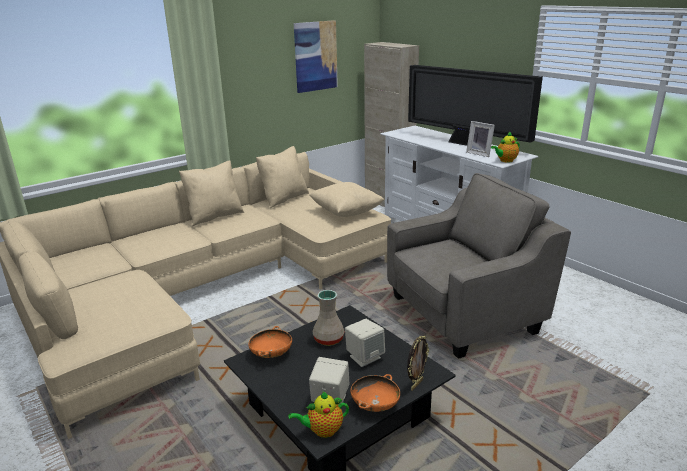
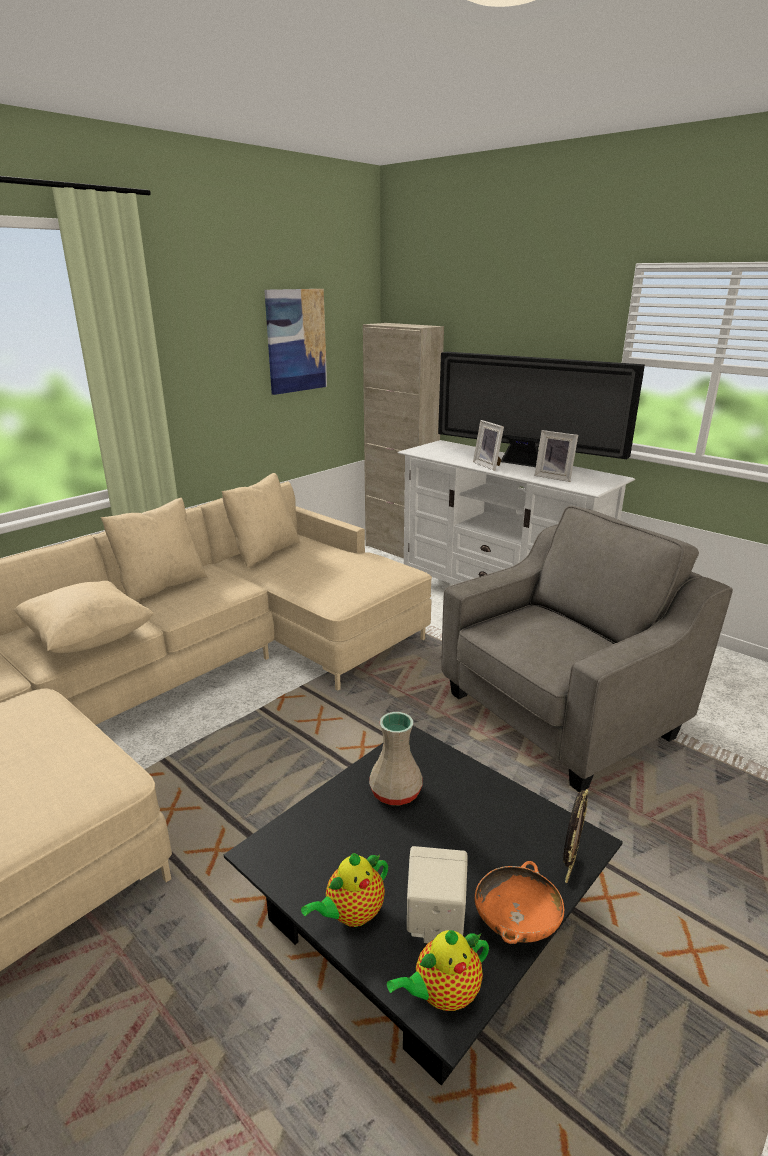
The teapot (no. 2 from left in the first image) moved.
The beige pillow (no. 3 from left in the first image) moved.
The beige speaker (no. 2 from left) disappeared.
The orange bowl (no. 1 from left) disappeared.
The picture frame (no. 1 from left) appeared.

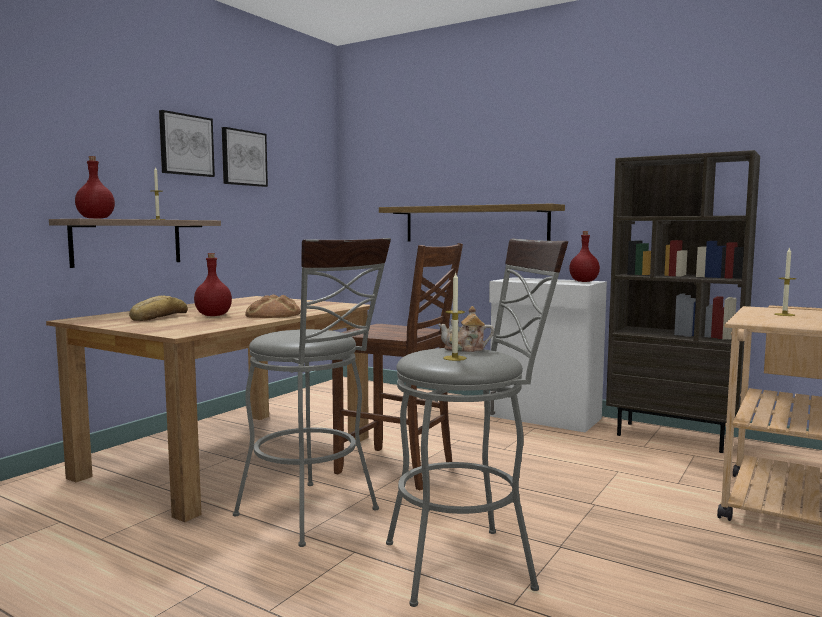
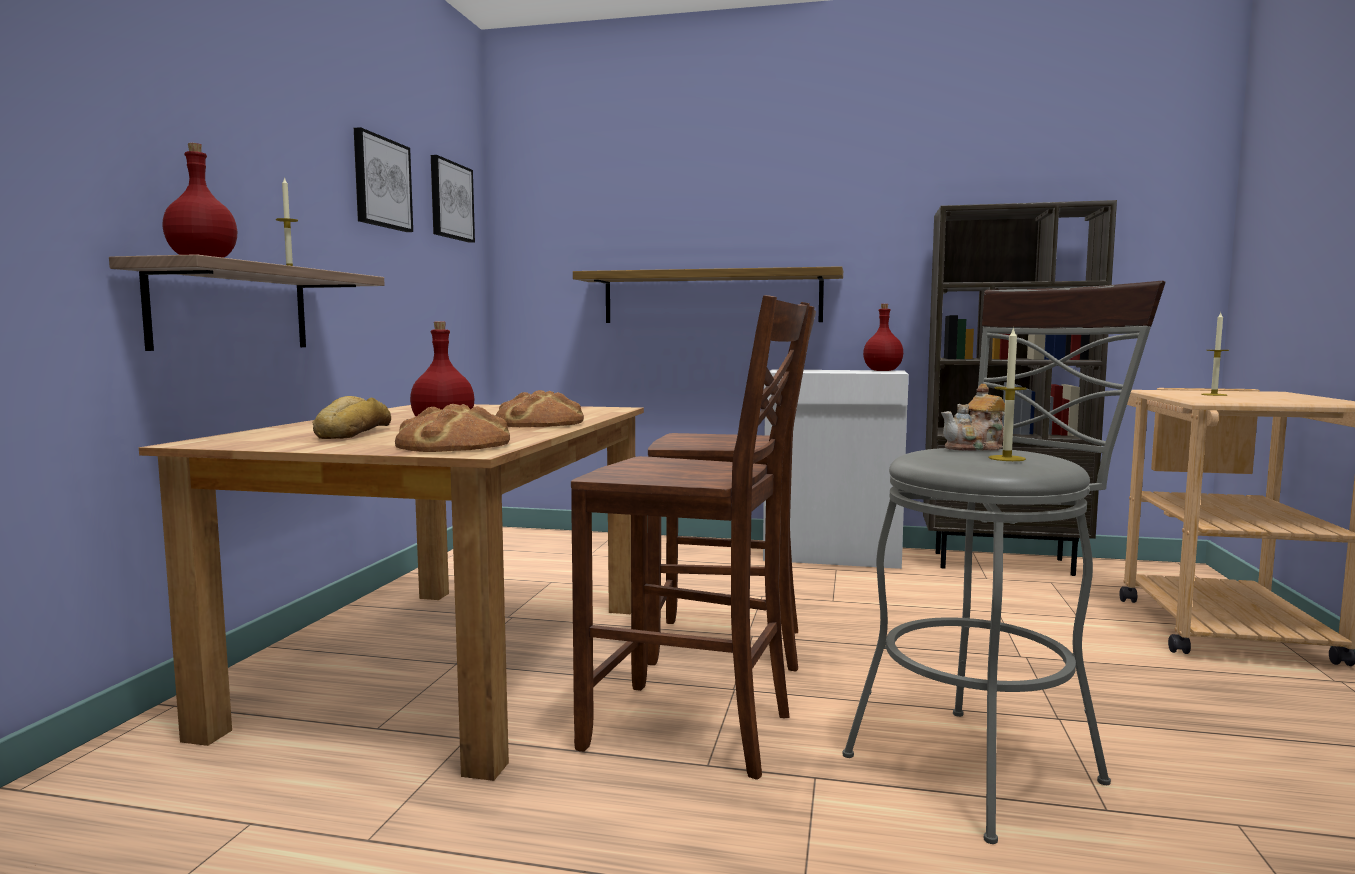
The picture (no. 1 from left in the first image) moved.
The grey stool (no. 1 from left) was replaced by the brown chair (no. 1 from left).
The bread (no. 2 from left) appeared.

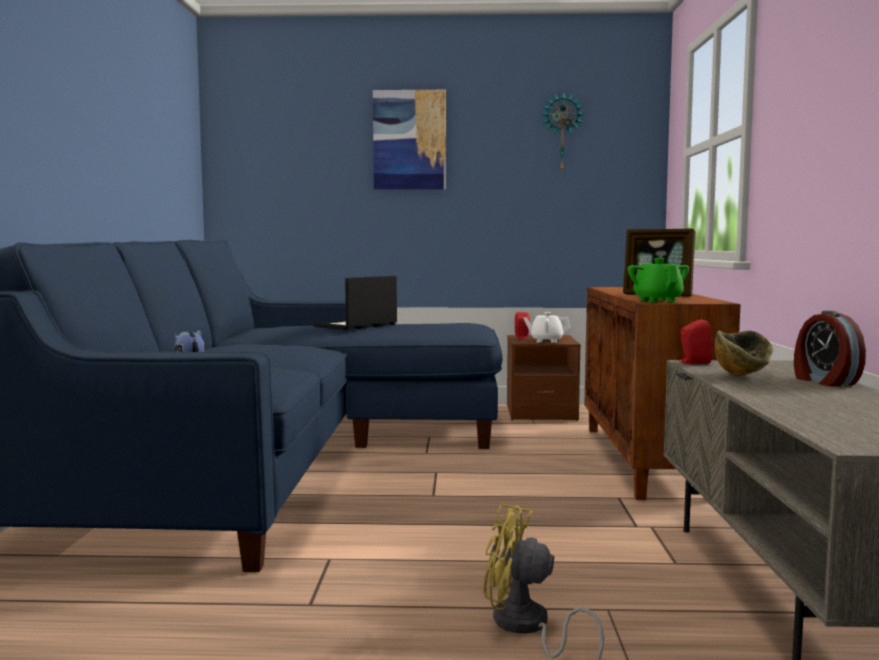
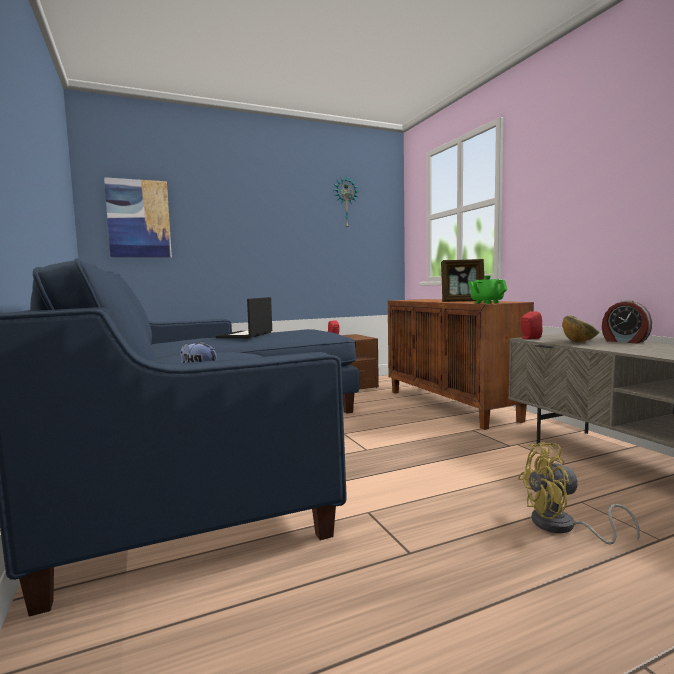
The picture moved.
The white teapot disappeared.

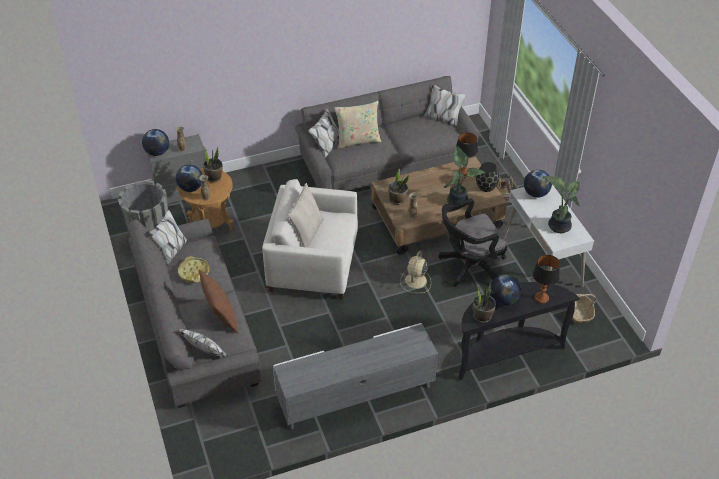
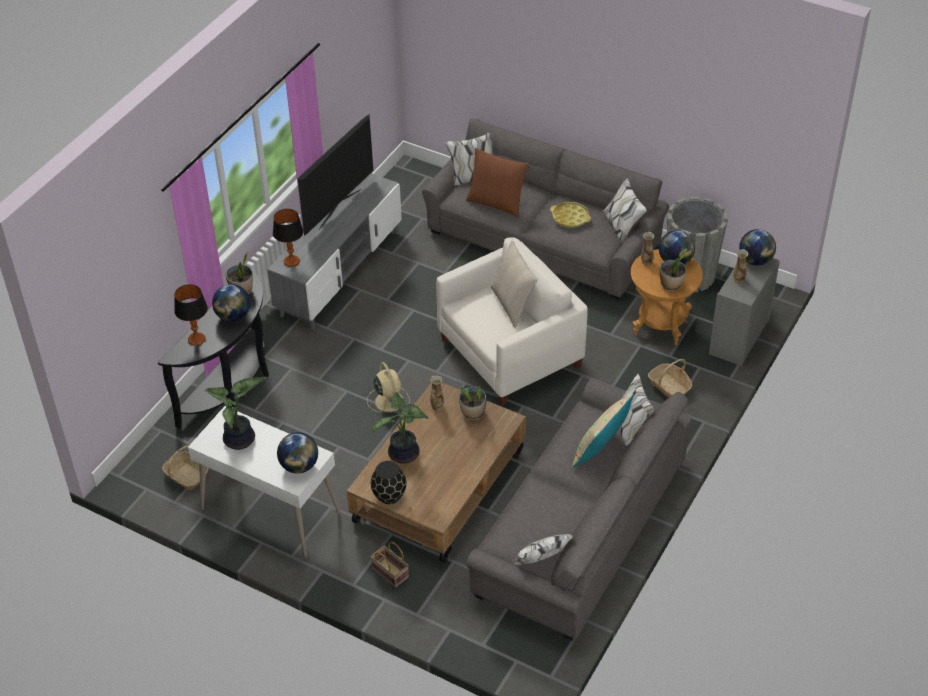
The table lamp (no. 1 from left in the first image) moved.
The black office chair disappeared.
The television appeared.
The basket (no. 3 from left) appeared.

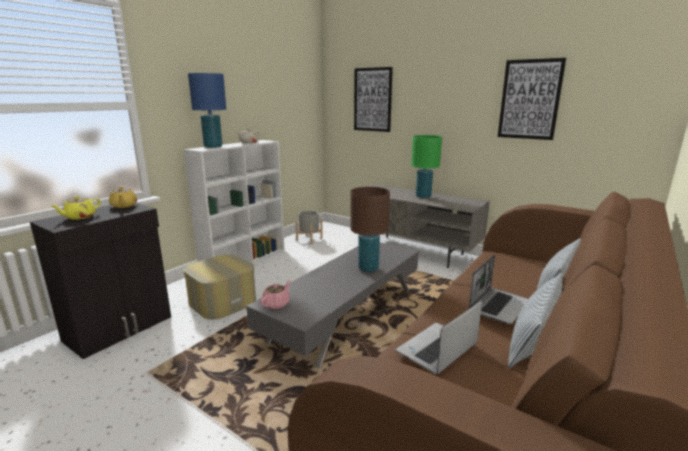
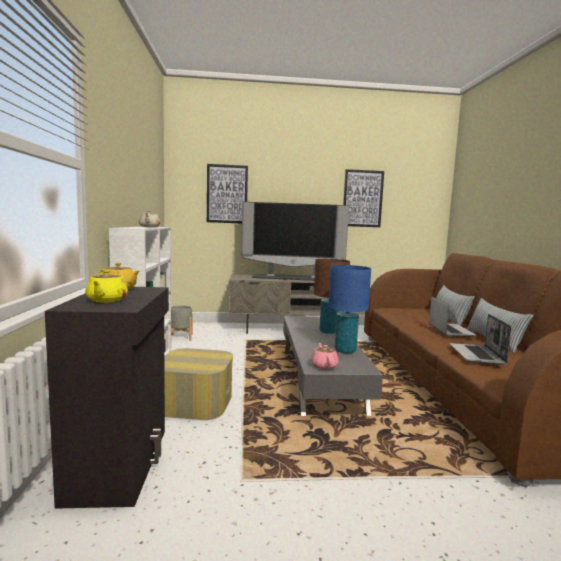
The blue table lamp moved.
The green table lamp was replaced by the television.

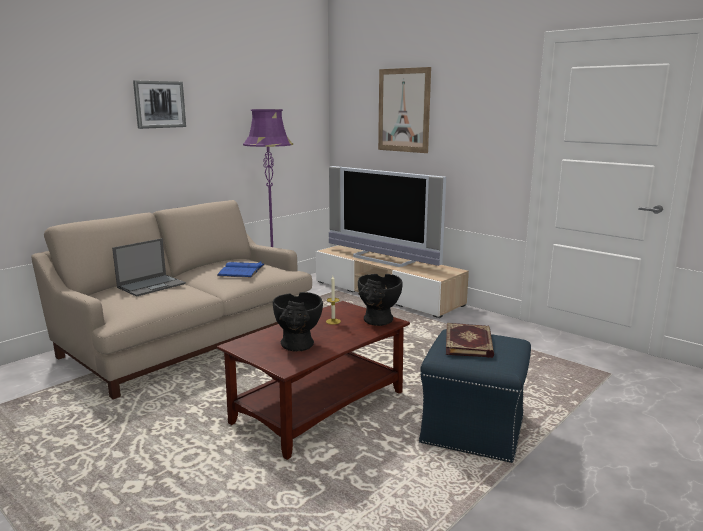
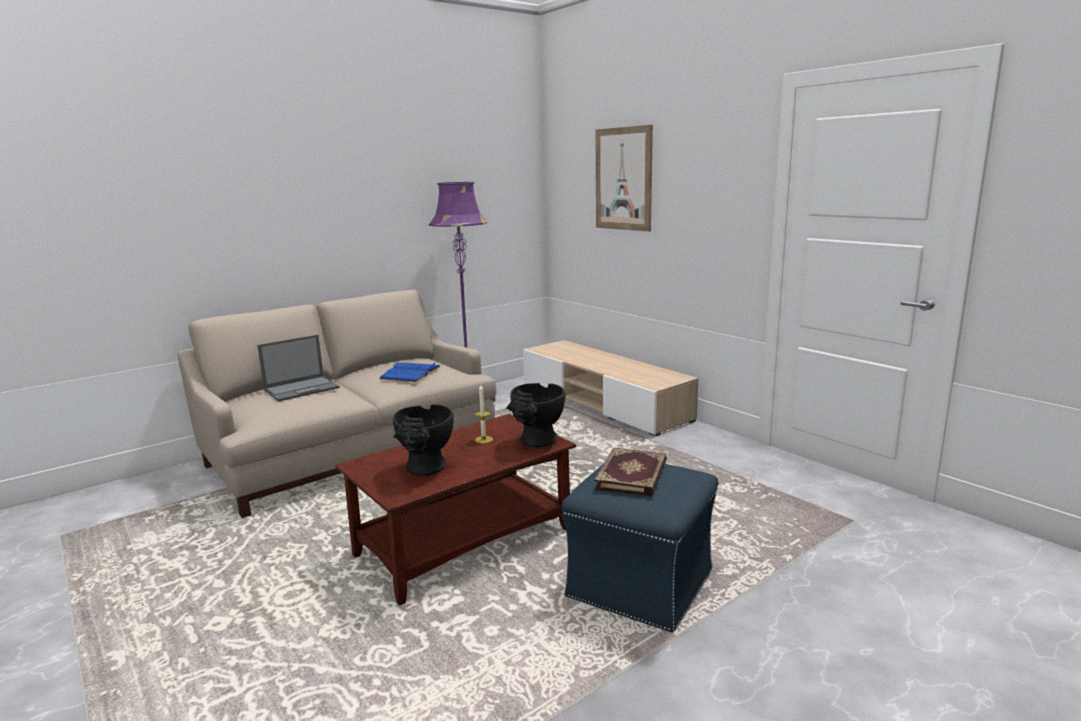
The picture (no. 1 from left) disappeared.
The television disappeared.

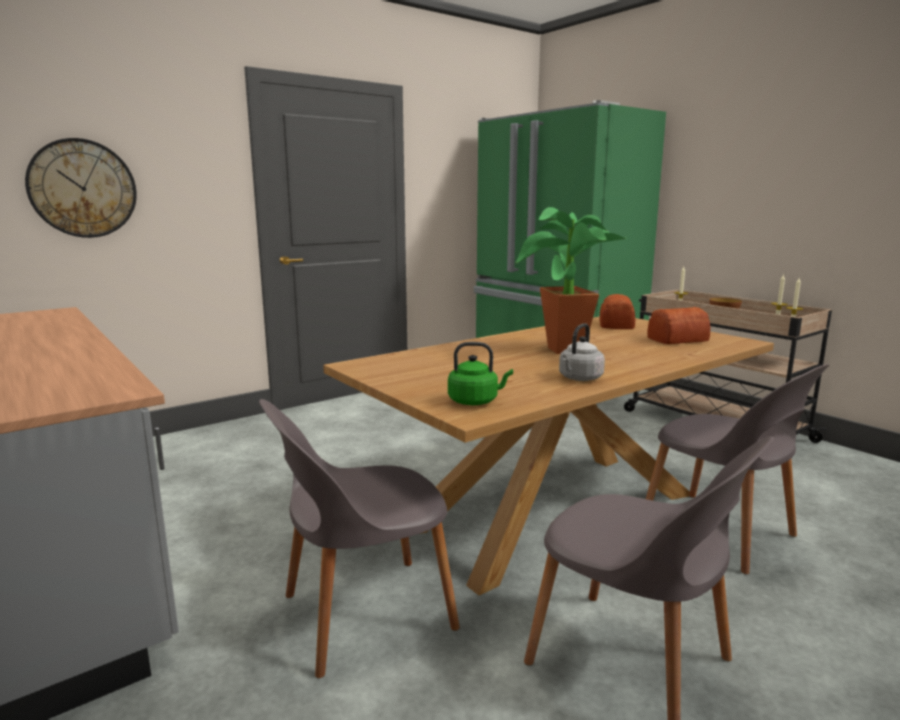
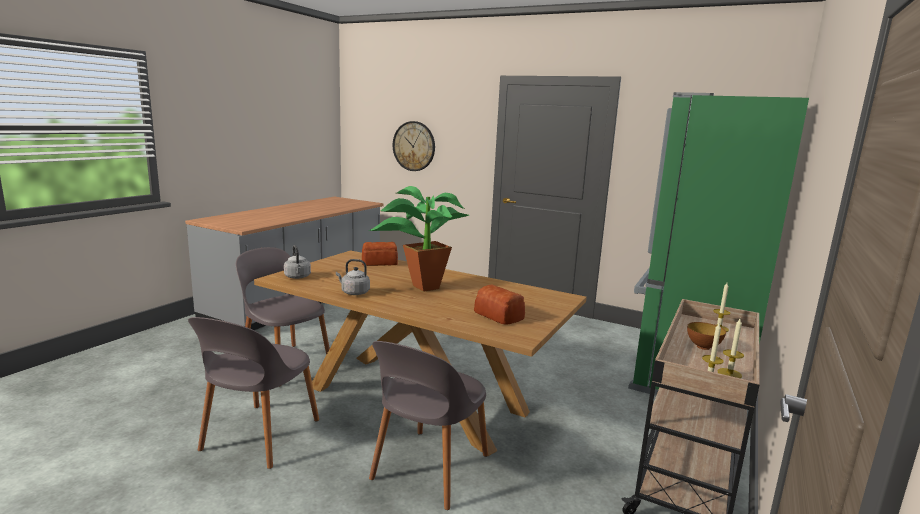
The bread (no. 1 from left) moved.
The green kettle became the grey kettle (no. 1 from left).

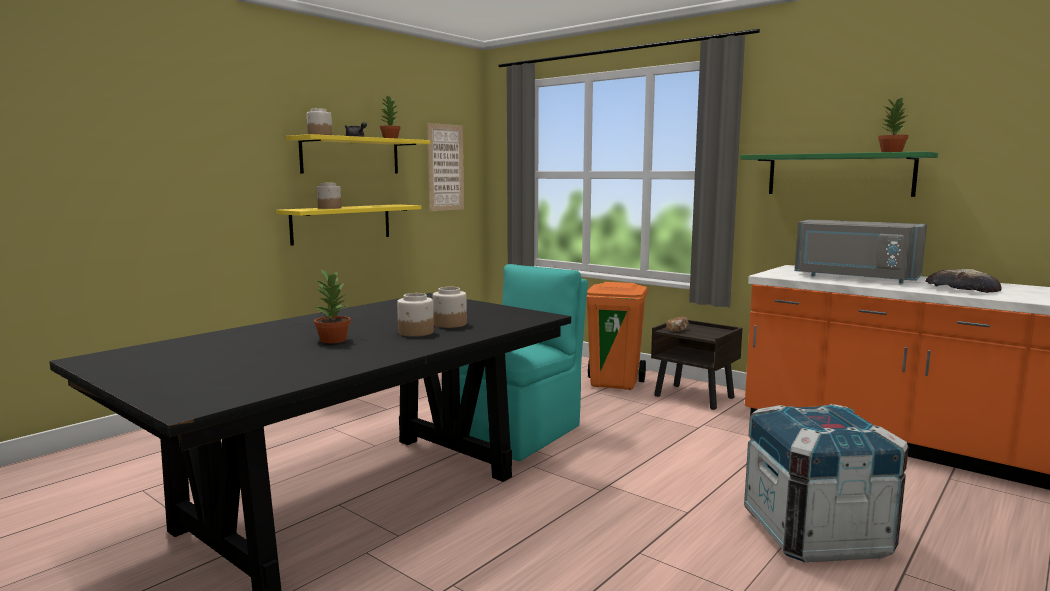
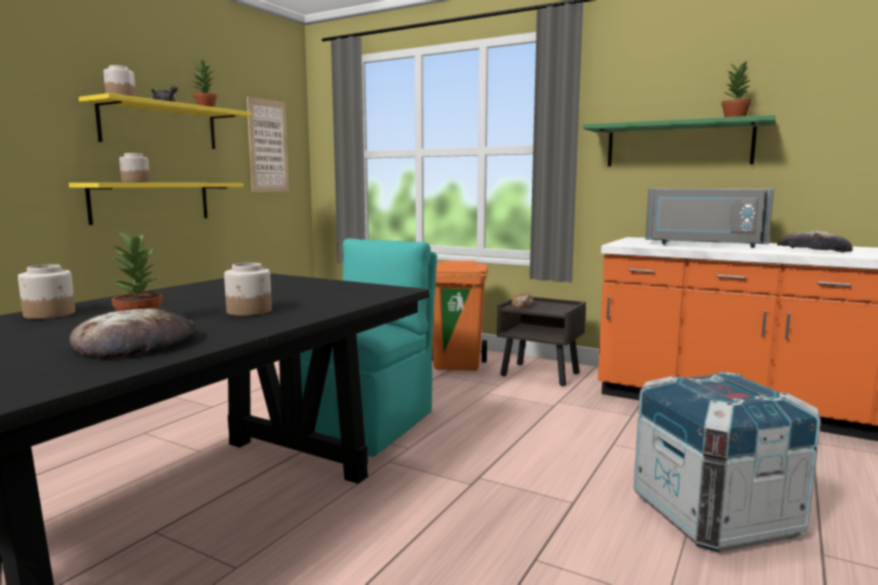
The jar (no. 4 from left in the first image) moved.
The bread (no. 1 from left) appeared.

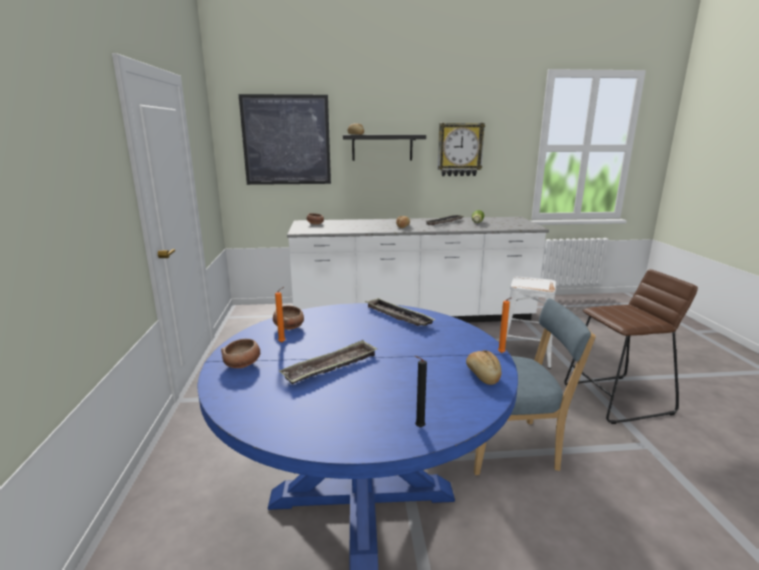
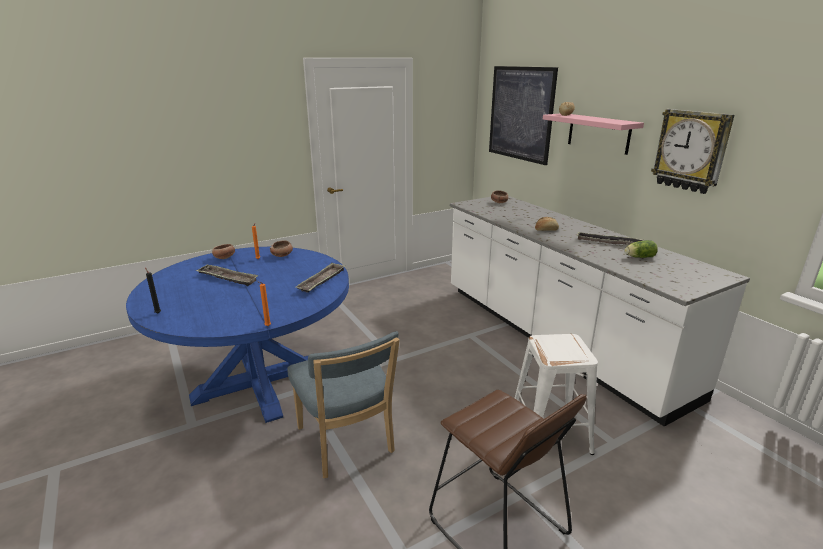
The black shelf became the pink shelf.
The bread (no. 3 from left) disappeared.

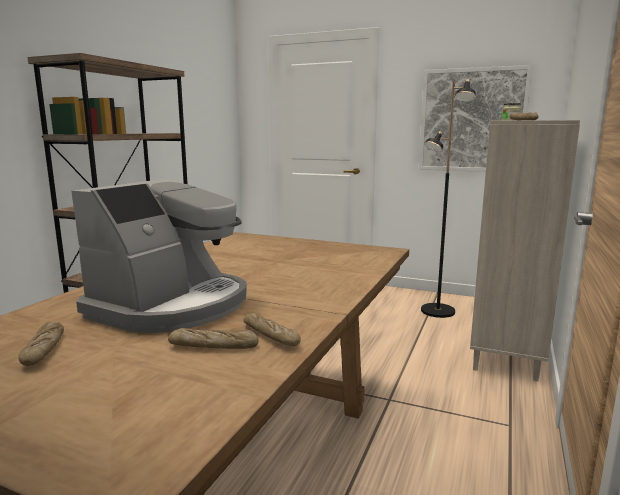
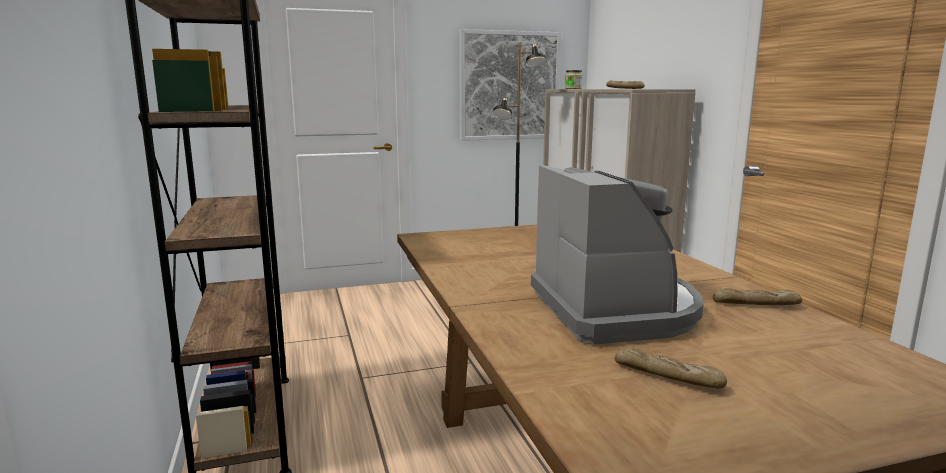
The bread (no. 2 from left) disappeared.

